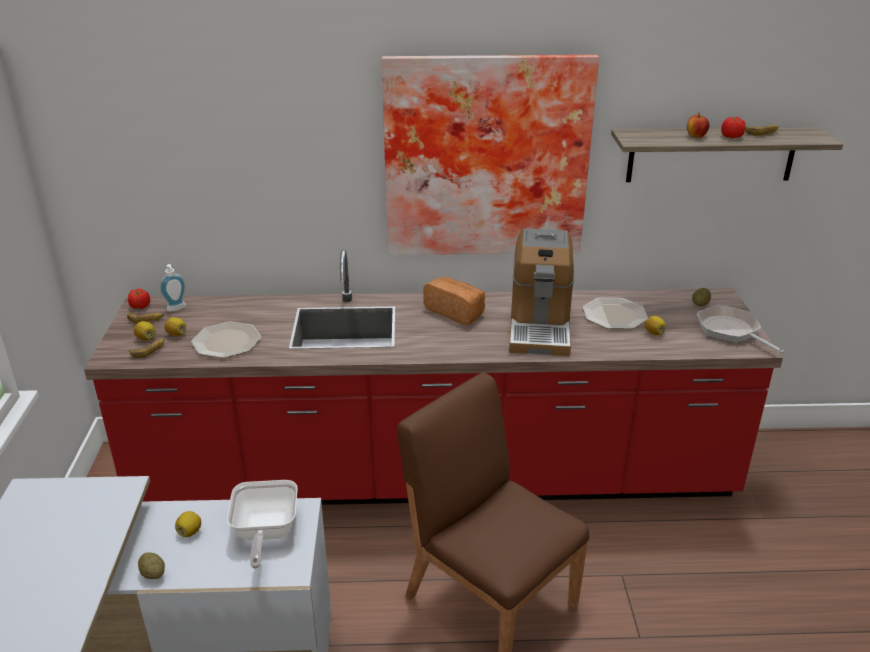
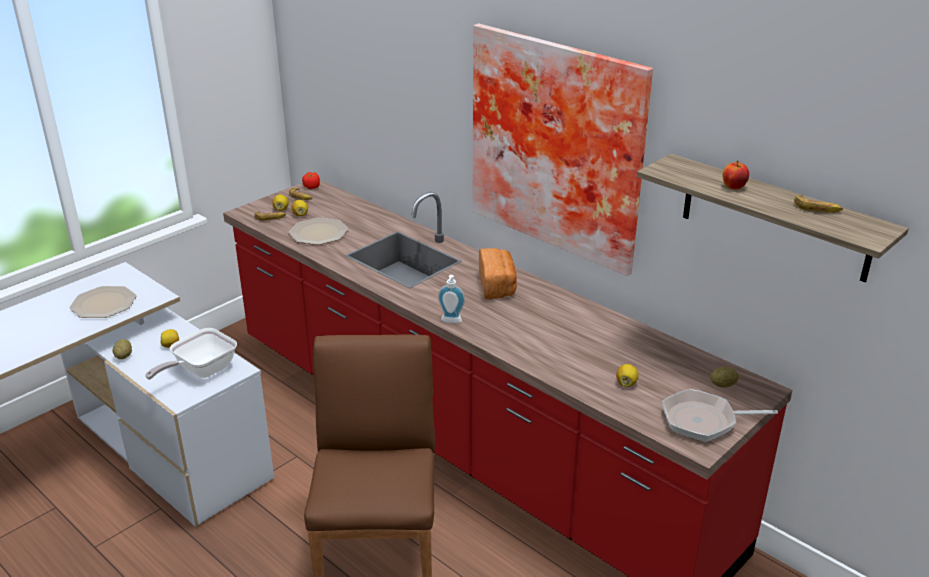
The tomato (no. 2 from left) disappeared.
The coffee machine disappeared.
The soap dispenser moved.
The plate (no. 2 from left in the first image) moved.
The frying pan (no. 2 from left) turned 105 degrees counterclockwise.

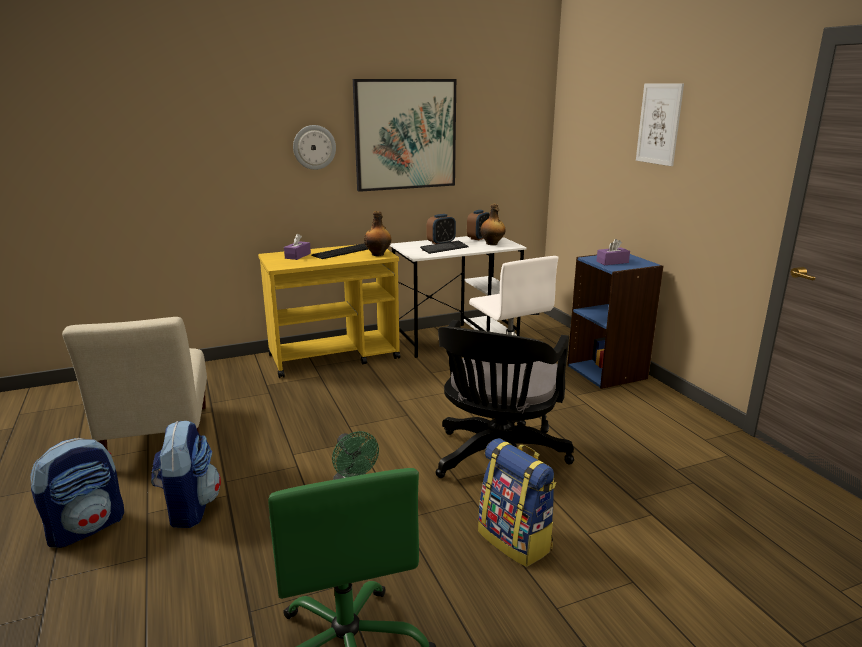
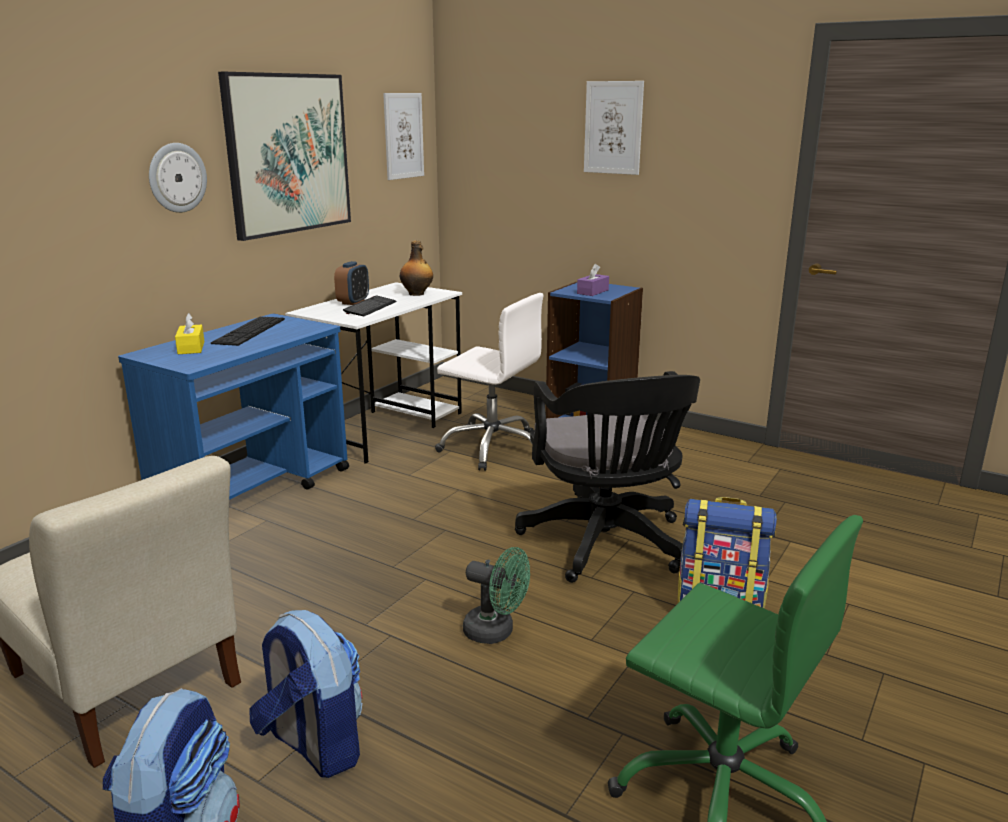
The alarm clock (no. 2 from left) disappeared.
The bottle (no. 1 from left) disappeared.
The purple tissue box (no. 1 from left) became the yellow tissue box.
The yellow cart became the blue cart.
The picture (no. 2 from left) appeared.

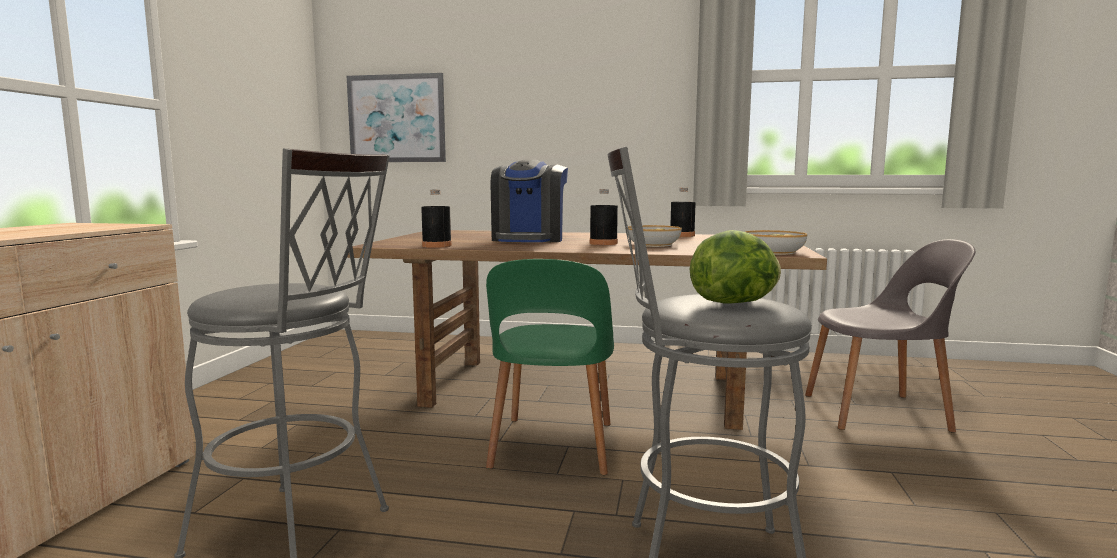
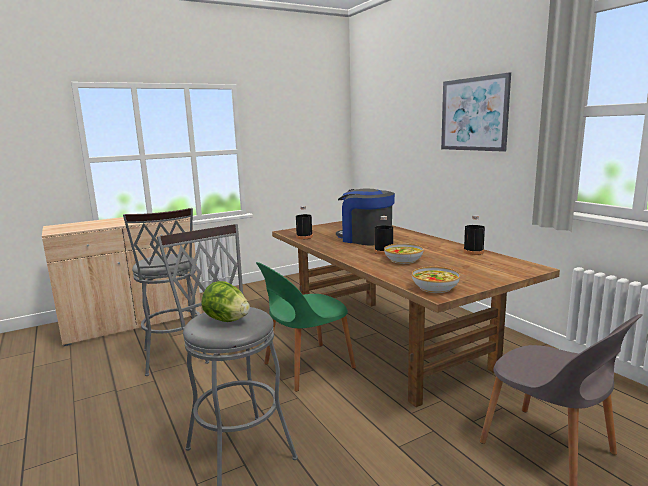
The picture moved.
The coffee machine turned 75 degrees clockwise.

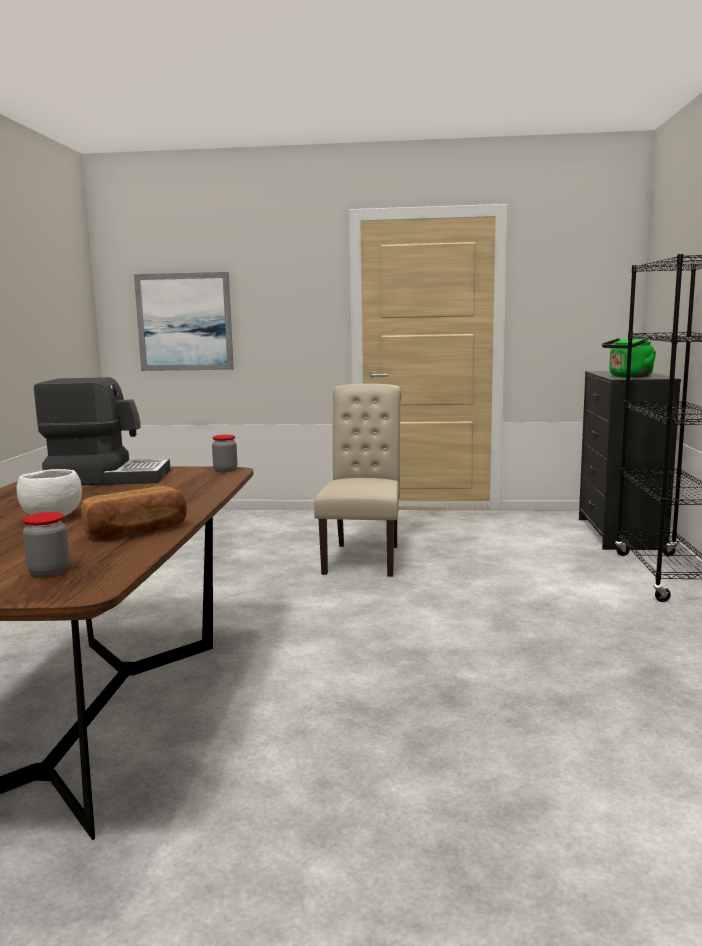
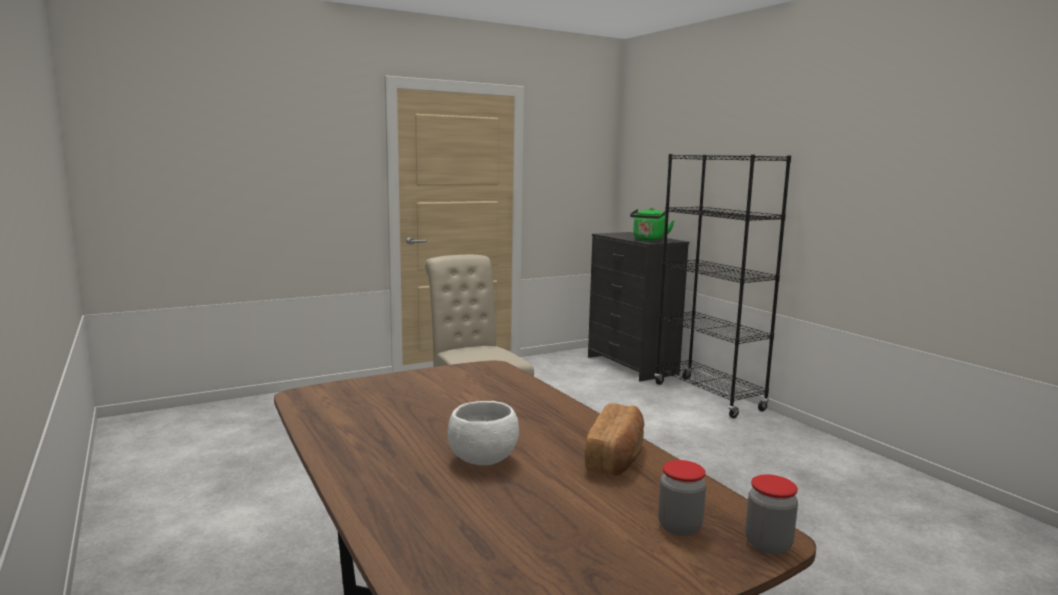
The picture disappeared.
The coffee machine disappeared.
The jar (no. 2 from left) moved.

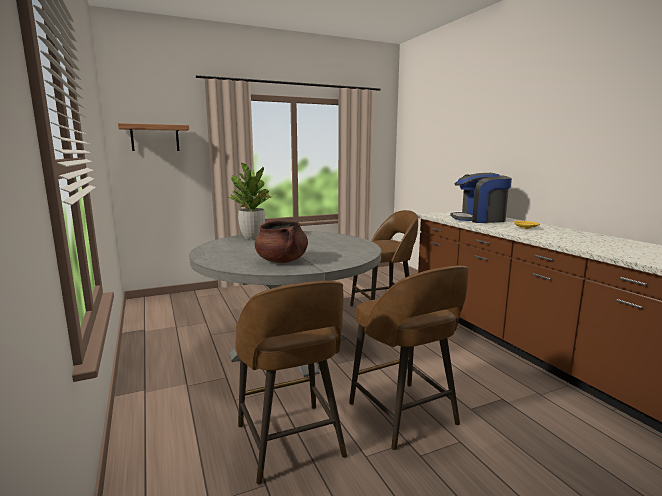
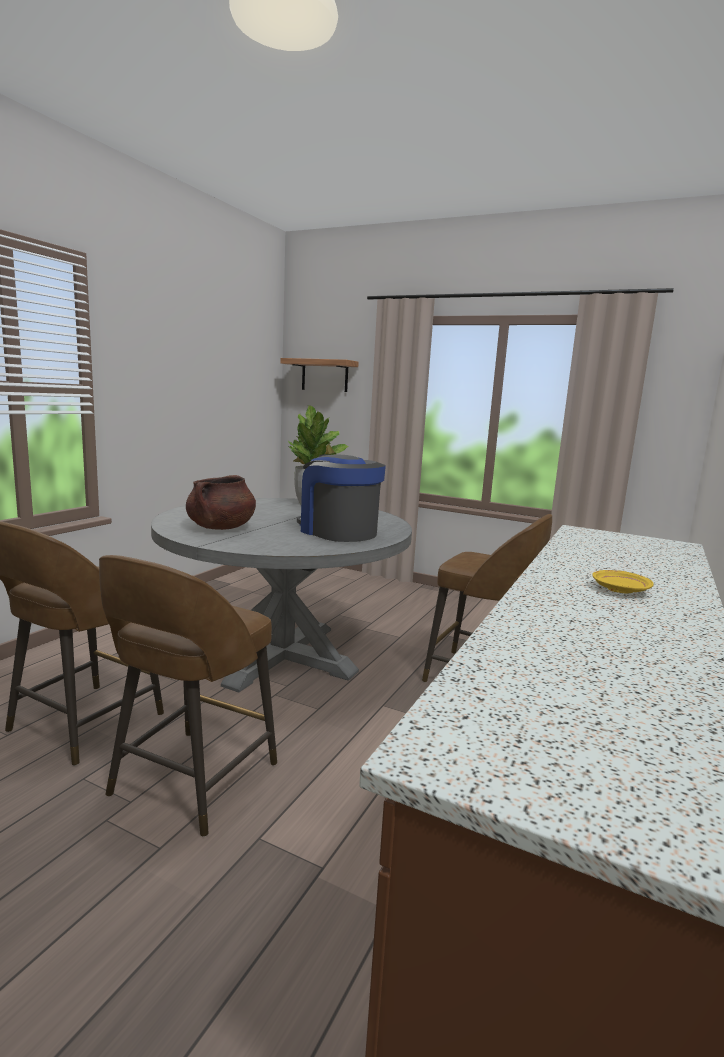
The coffee machine moved.

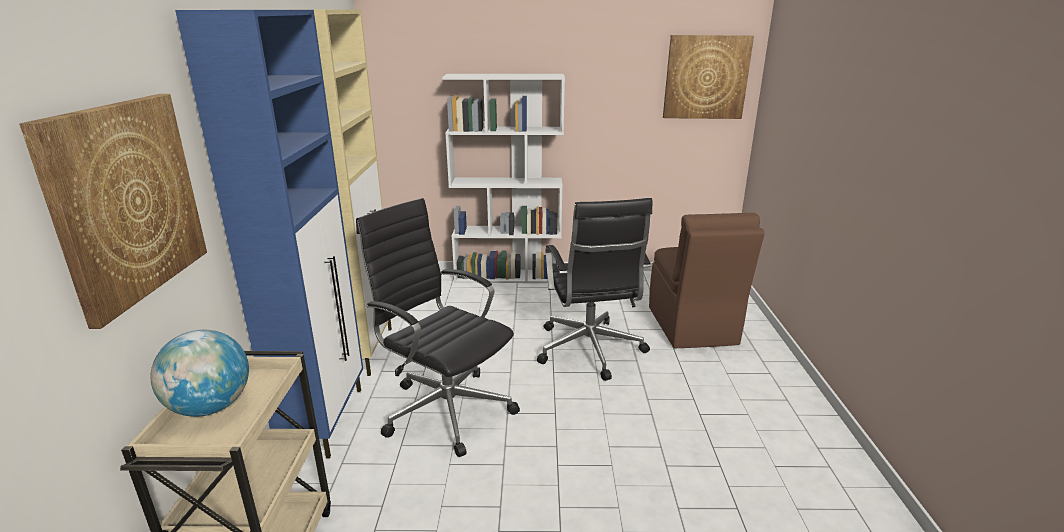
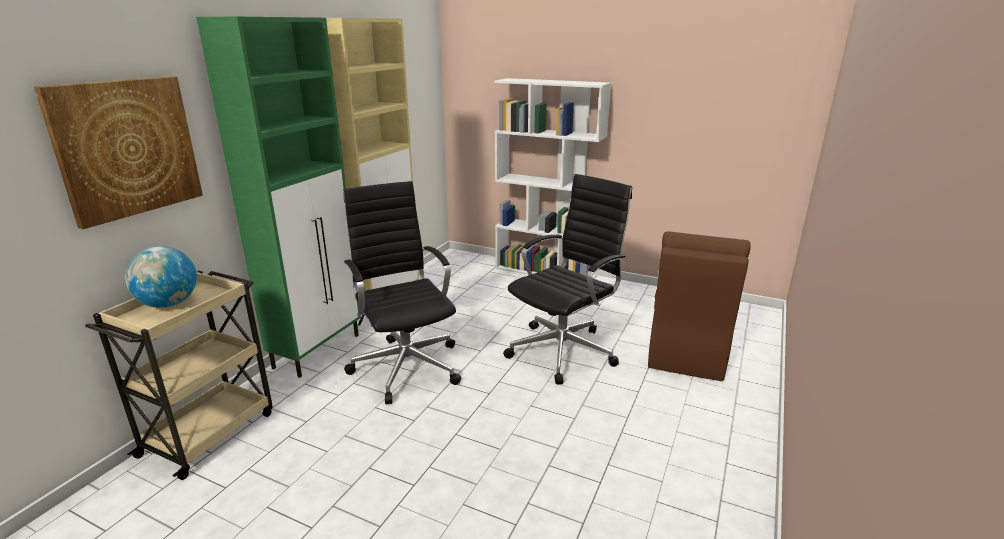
The blue cabinet became the green cabinet.
The picture (no. 2 from left) disappeared.
The black office chair (no. 2 from left) turned 150 degrees counterclockwise.

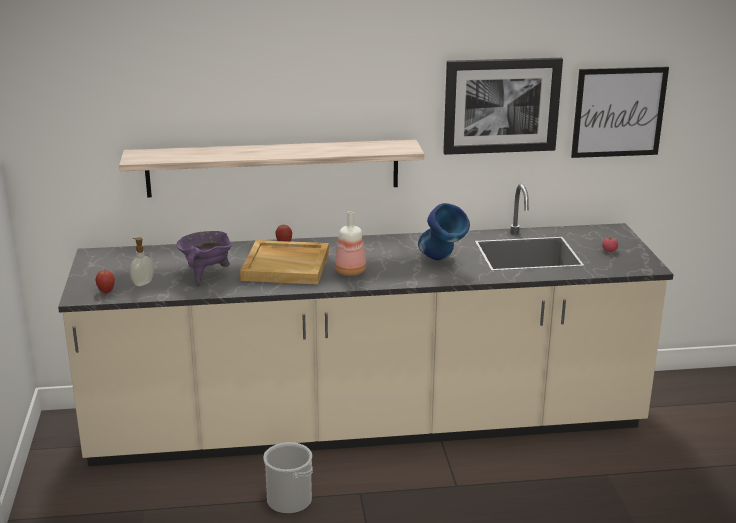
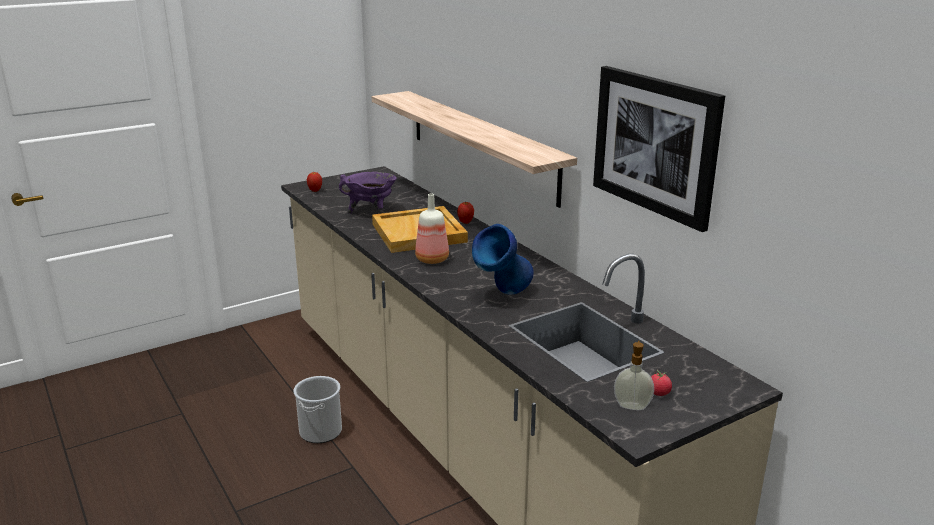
The picture (no. 2 from left) disappeared.
The soap dispenser moved.

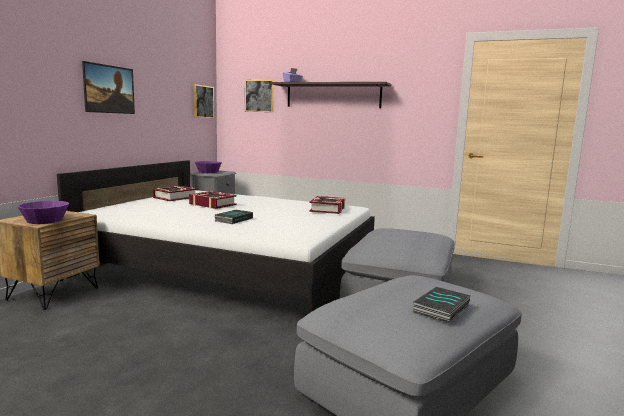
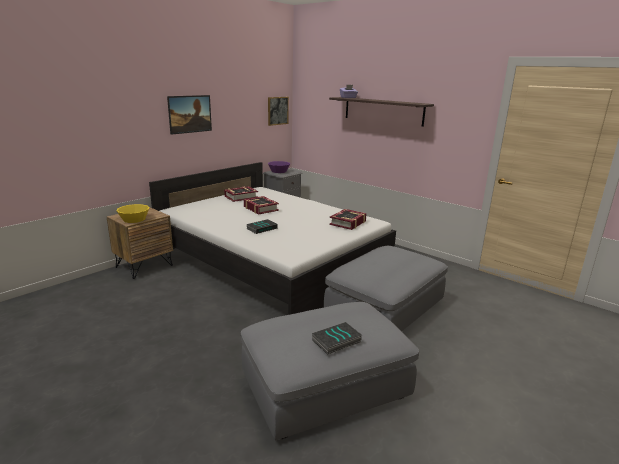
The picture (no. 3 from left) disappeared.
The purple bowl (no. 1 from left) became the yellow bowl.

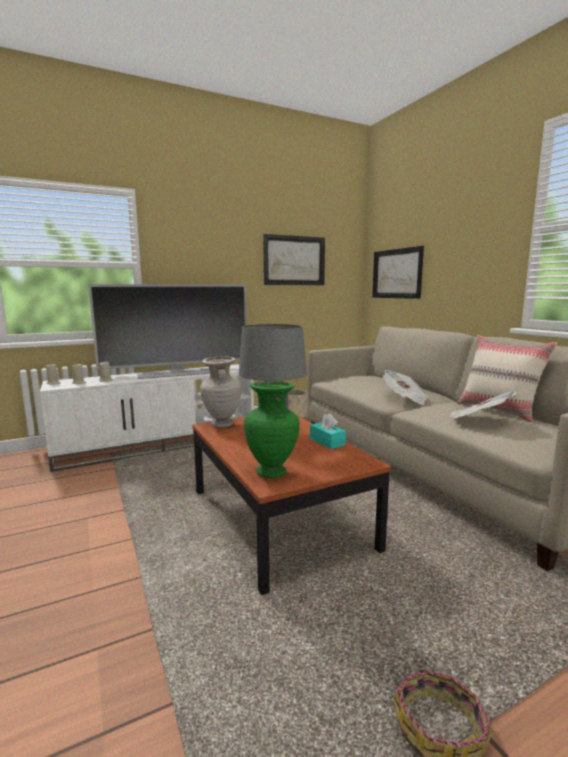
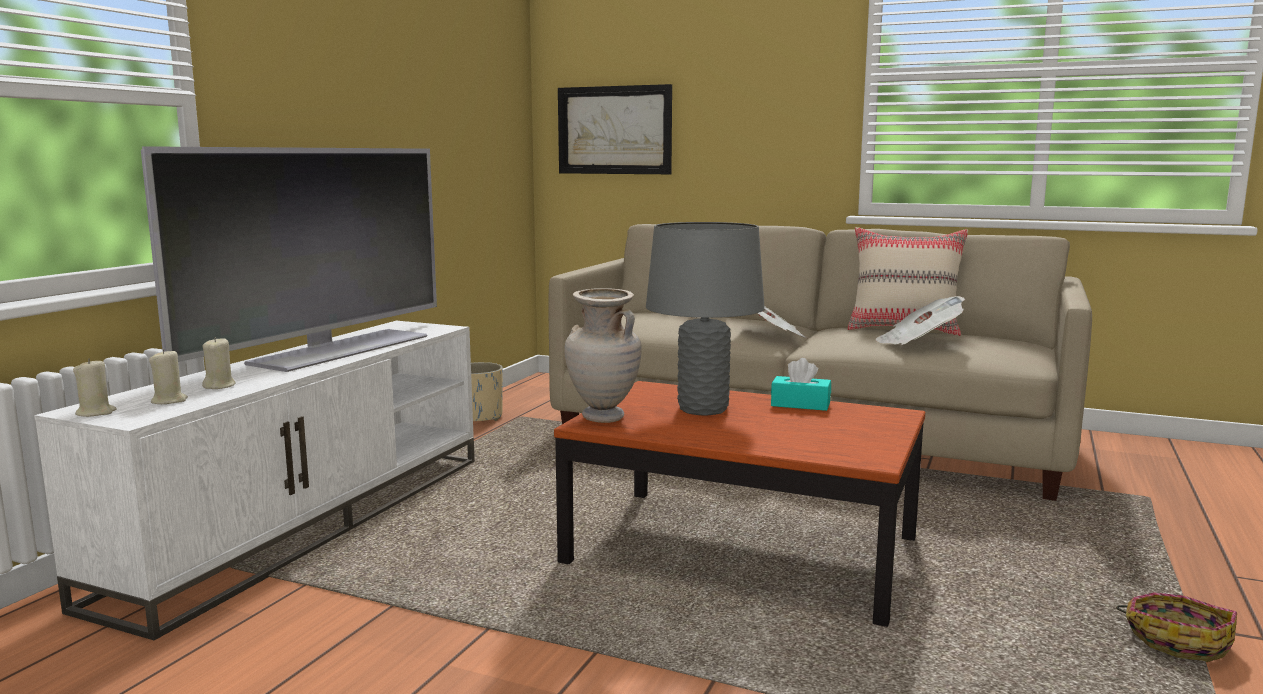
The picture (no. 1 from left) disappeared.
The green vase disappeared.

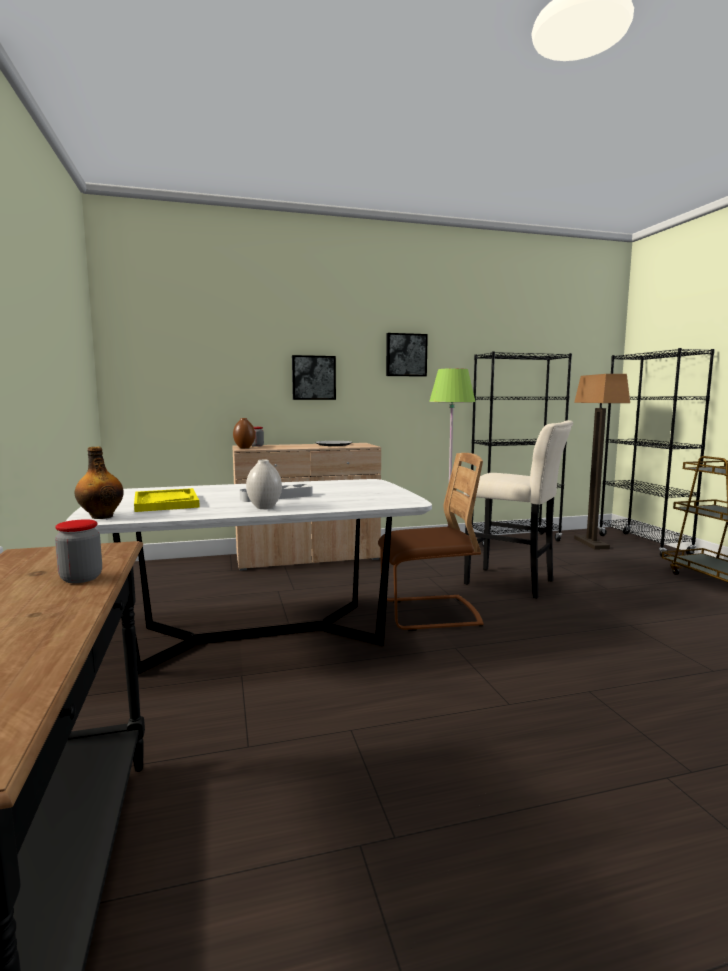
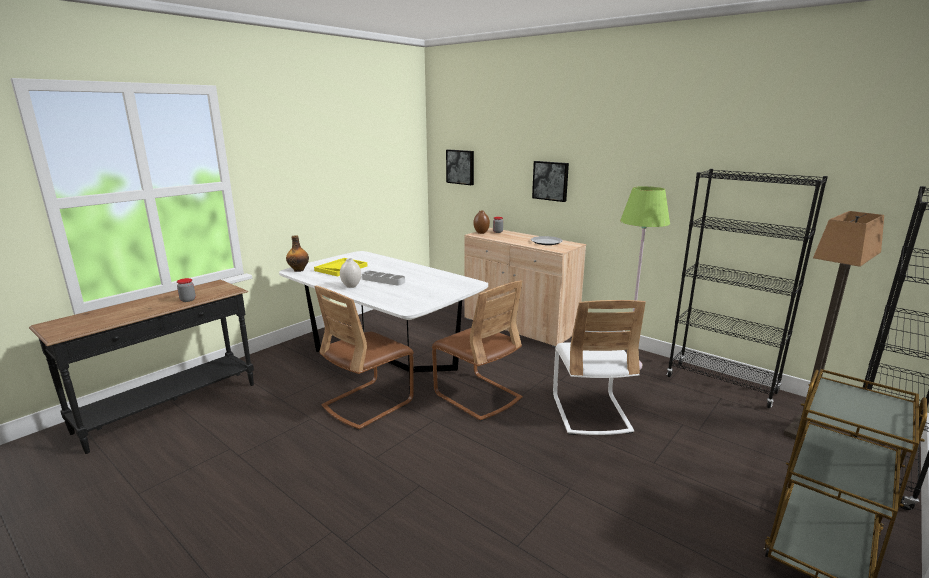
The picture (no. 2 from left in the first image) moved.
The beige stool was replaced by the white chair.
The brown chair (no. 1 from left) appeared.

